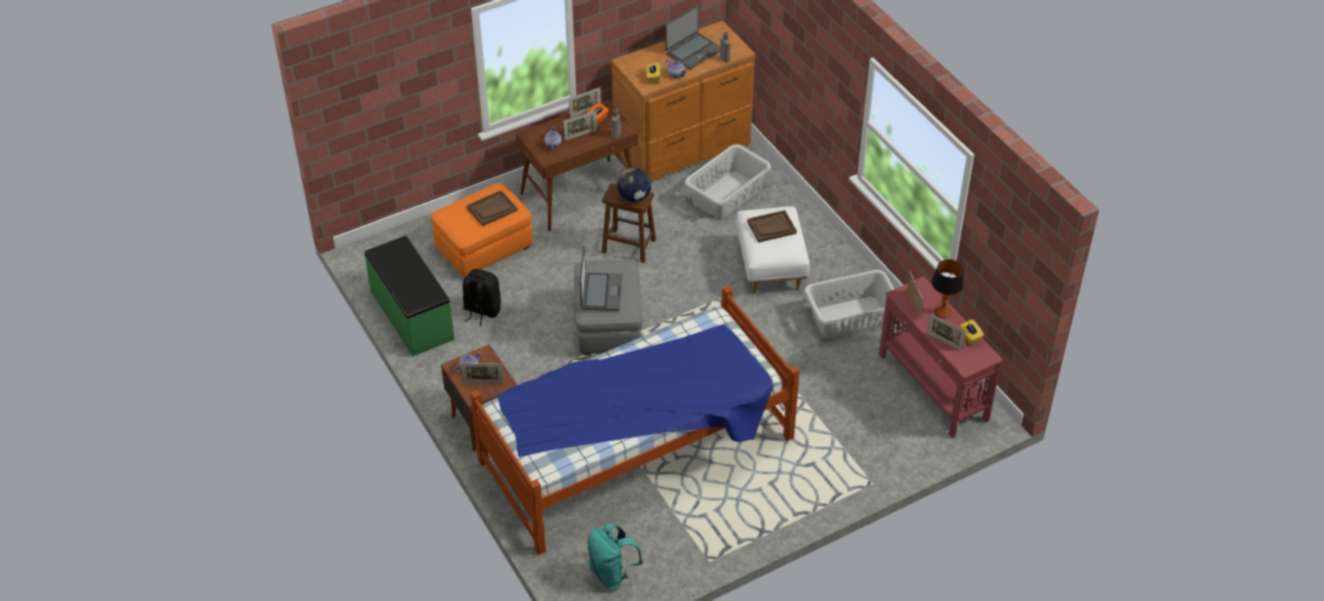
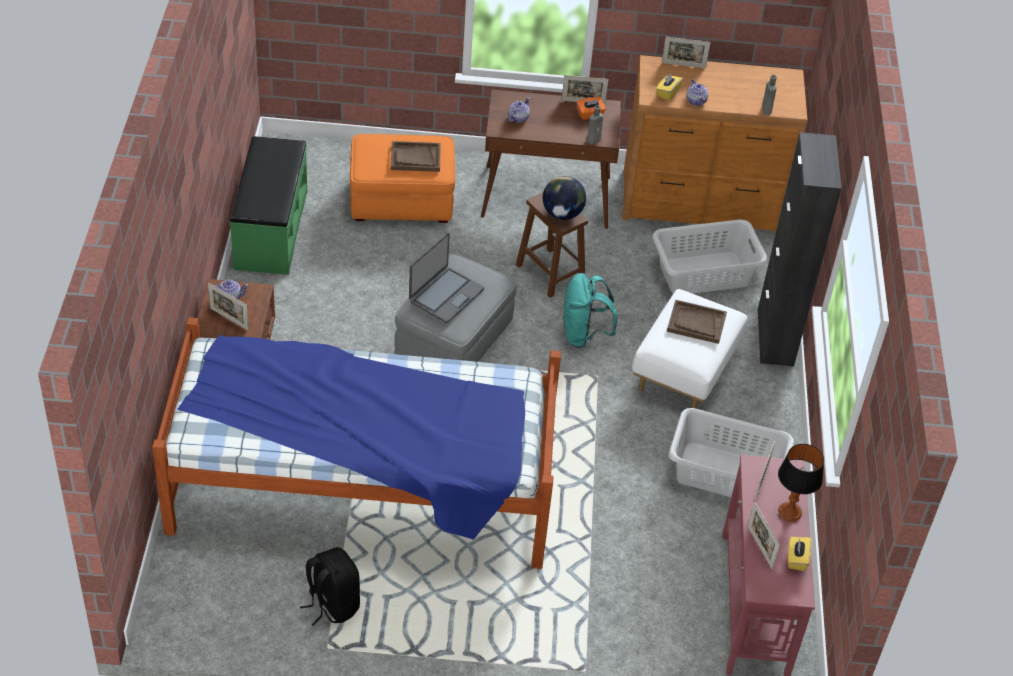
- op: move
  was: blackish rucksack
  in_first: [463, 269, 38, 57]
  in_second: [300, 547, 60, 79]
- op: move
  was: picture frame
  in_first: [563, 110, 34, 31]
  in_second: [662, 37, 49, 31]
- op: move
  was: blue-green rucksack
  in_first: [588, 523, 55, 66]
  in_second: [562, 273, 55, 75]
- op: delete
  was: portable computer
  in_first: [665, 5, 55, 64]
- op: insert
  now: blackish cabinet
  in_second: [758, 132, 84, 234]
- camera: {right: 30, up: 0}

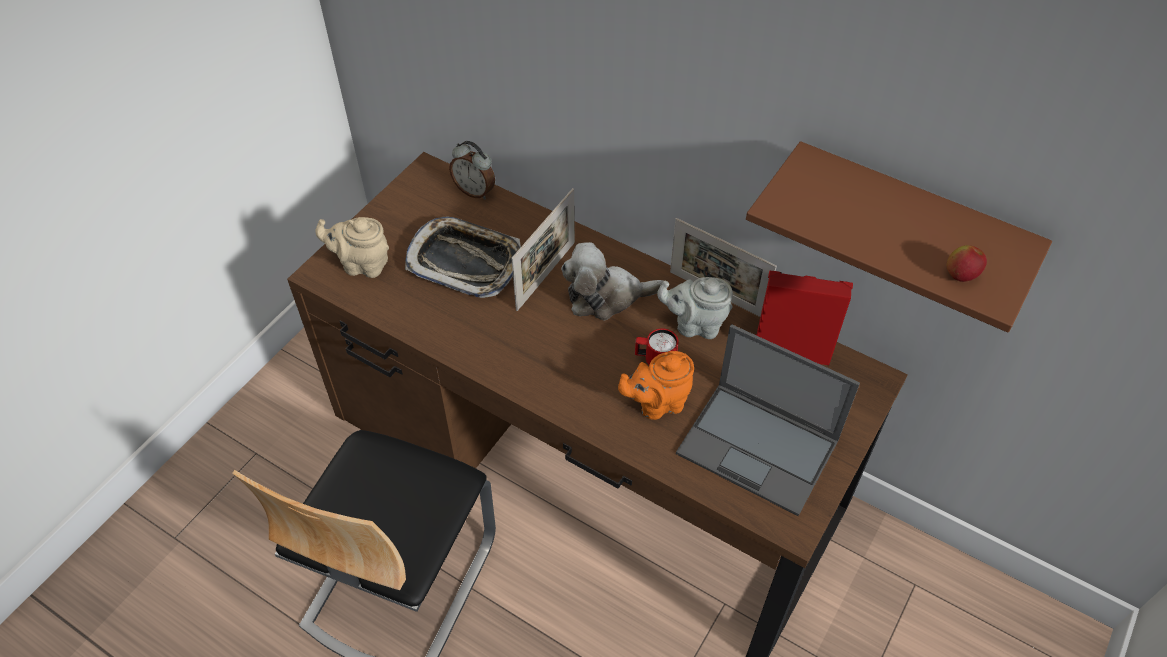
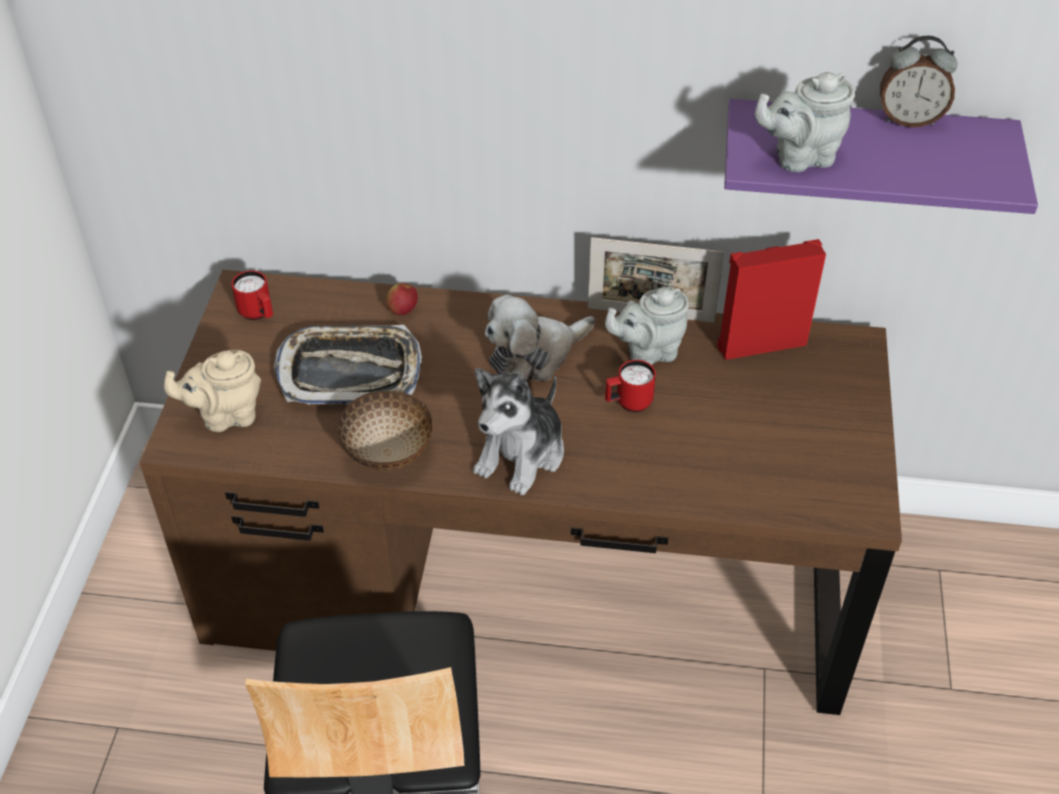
- op: move
  was: table clock
  in_first: [449, 141, 46, 58]
  in_second: [880, 36, 77, 91]
- op: delete
  was: picture frame
  in_first: [511, 188, 64, 123]
- op: delete
  was: orangey tea pot
  in_first: [618, 351, 76, 69]
- op: delete
  was: portable computer
  in_first: [676, 324, 184, 192]
- op: recolor
  was: brown-coloured shelf
  now: purplish shelf
  in_first: [746, 141, 306, 192]
  in_second: [724, 99, 314, 115]
- op: move
  was: whole apple
  in_first: [946, 245, 41, 37]
  in_second: [386, 283, 32, 32]
- op: insert
  now: red-coloured coffee mug
  in_second: [231, 270, 42, 50]
- op: insert
  now: serving bowl
  in_second: [338, 390, 94, 80]
- op: insert
  now: cuddly toy
  in_second: [473, 368, 91, 127]
- op: insert
  now: greyish tea pot
  in_second: [755, 72, 100, 100]
- camera: {right: -25, up: -5}

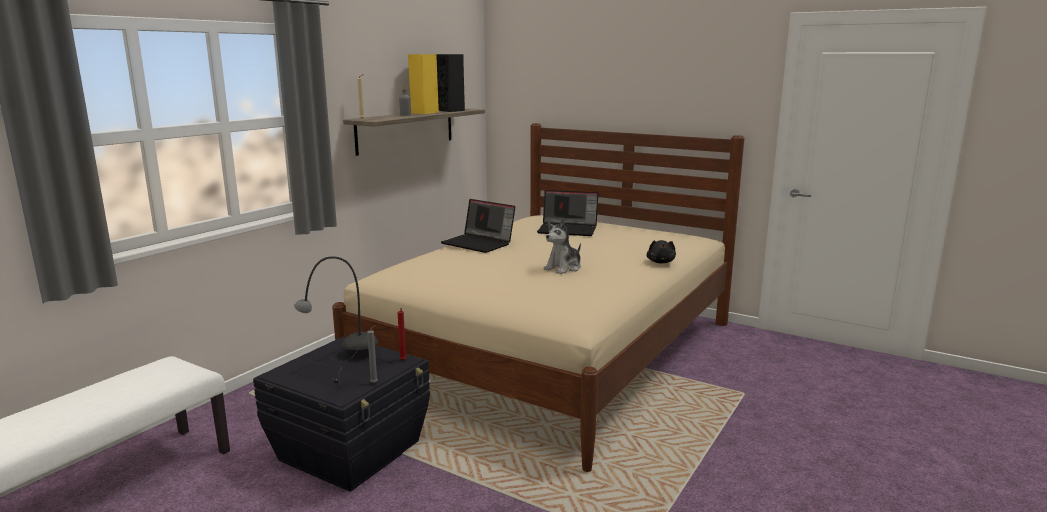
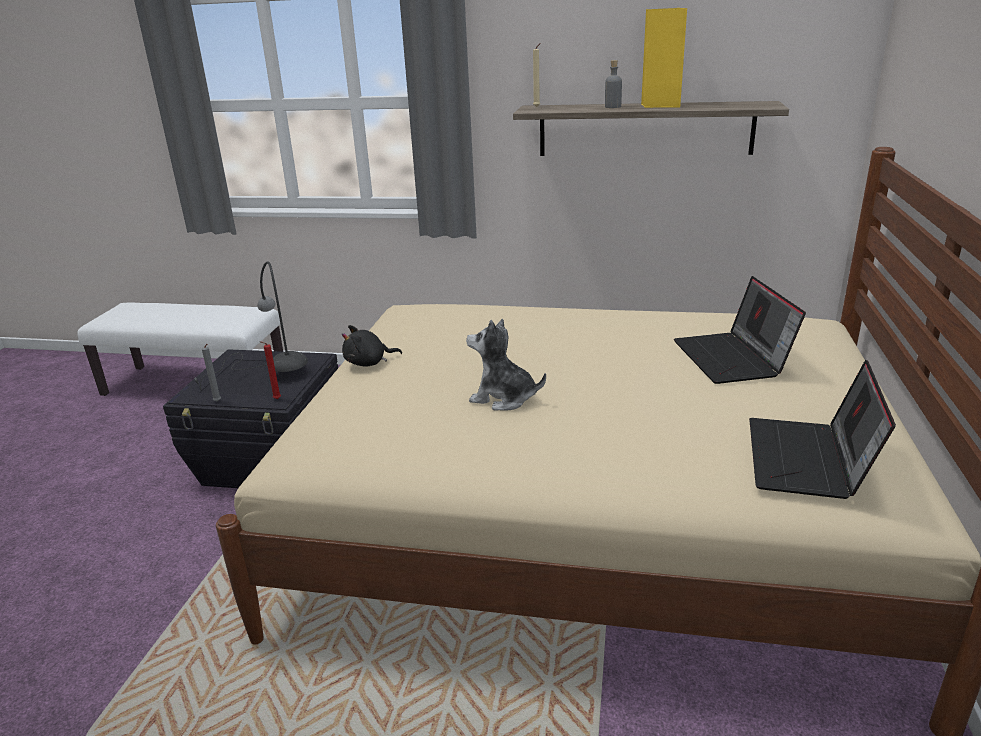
- op: delete
  was: blackish audio speaker
  in_first: [436, 54, 29, 58]
- op: move
  was: portable computer
  in_first: [441, 199, 74, 54]
  in_second: [749, 360, 147, 139]
- op: move
  was: blackish cuddly toy
  in_first: [646, 240, 30, 24]
  in_second: [341, 325, 61, 41]
- camera: {right: 70, up: 10}

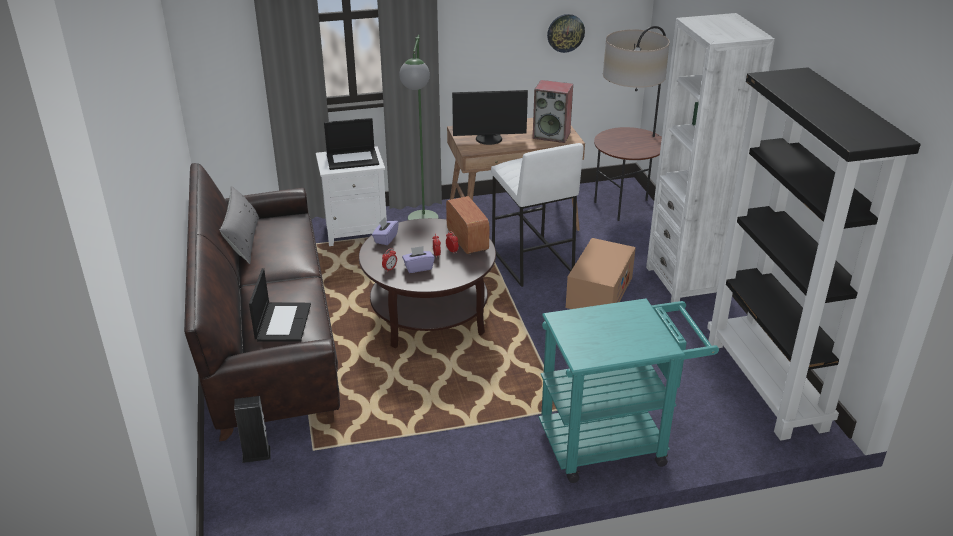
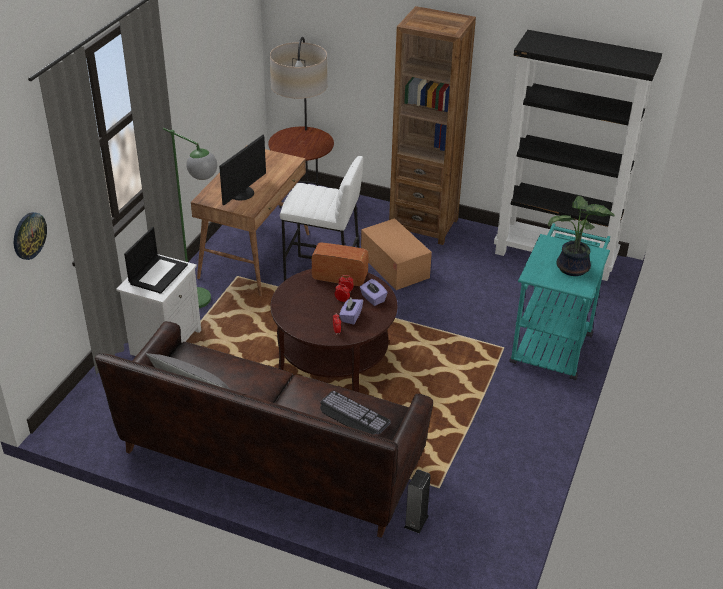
- op: replace
  was: portable computer
  now: PC keyboard
  in_first: [249, 268, 62, 74]
  in_second: [320, 391, 71, 44]
- op: move
  was: purplish box of tissues
  in_first: [372, 217, 27, 28]
  in_second: [359, 279, 28, 27]
- op: delete
  was: audio speaker
  in_first: [533, 80, 40, 63]
- op: move
  was: hanging clock
  in_first: [547, 14, 38, 39]
  in_second: [14, 212, 33, 48]
- op: recolor
  was: whitish bookshelf
  now: brown-coloured bookshelf
  in_first: [646, 13, 129, 289]
  in_second: [389, 6, 87, 239]
- op: insert
  now: houseplant
  in_second: [548, 196, 67, 80]
- camera: {right: -55, up: 5}

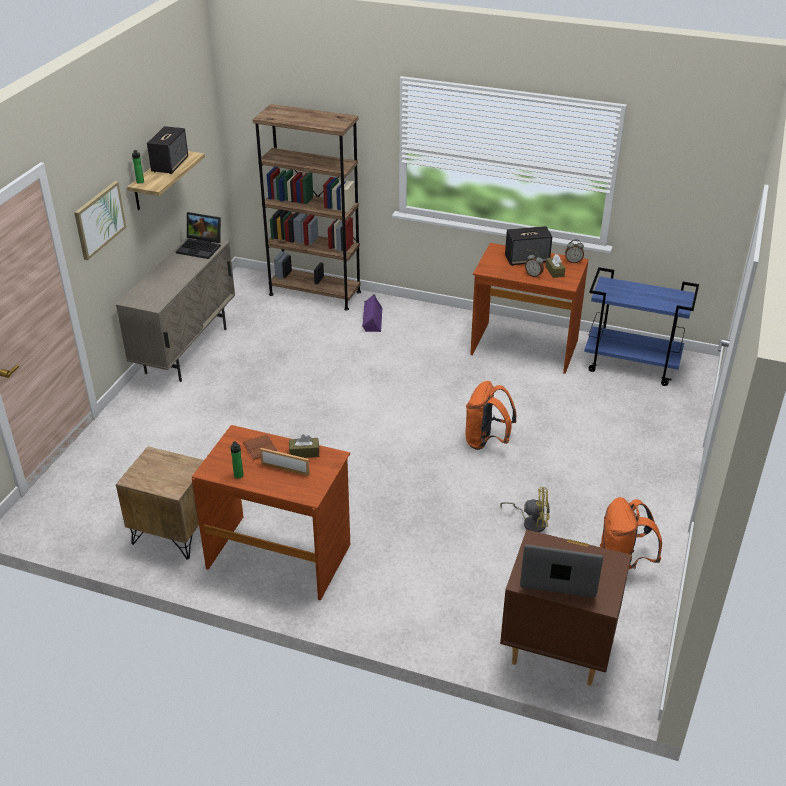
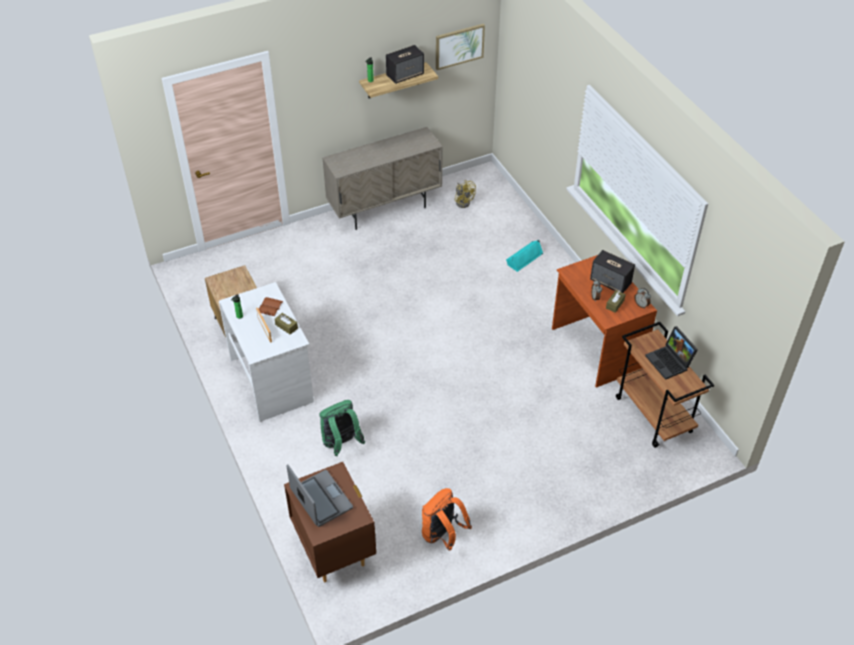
- op: move
  was: picture
  in_first: [74, 181, 52, 79]
  in_second: [436, 24, 49, 46]
- op: move
  was: portable computer
  in_first: [176, 212, 45, 47]
  in_second: [645, 326, 53, 54]
- op: recolor
  was: brown-coloured desk table
  now: whitish desk table
  in_first: [192, 425, 158, 175]
  in_second: [219, 282, 95, 140]
- op: delete
  was: brown-coloured bookshelf
  in_first: [253, 104, 108, 207]
- op: recolor
  was: purplish audio speaker
  now: blue-green audio speaker
  in_first: [362, 294, 21, 38]
  in_second: [506, 240, 37, 32]
- op: delete
  was: orangey rucksack
  in_first: [466, 381, 50, 69]
- op: move
  was: yellow-coloured electric fan
  in_first: [500, 487, 50, 46]
  in_second: [455, 180, 21, 28]
- op: recolor
  was: bluish wheeled cart
  now: brown-coloured wheeled cart
  in_first: [584, 267, 115, 119]
  in_second: [616, 322, 98, 126]
- op: insert
  now: greenish rucksack
  in_second: [319, 400, 46, 56]
- camera: {right: 45, up: 10}

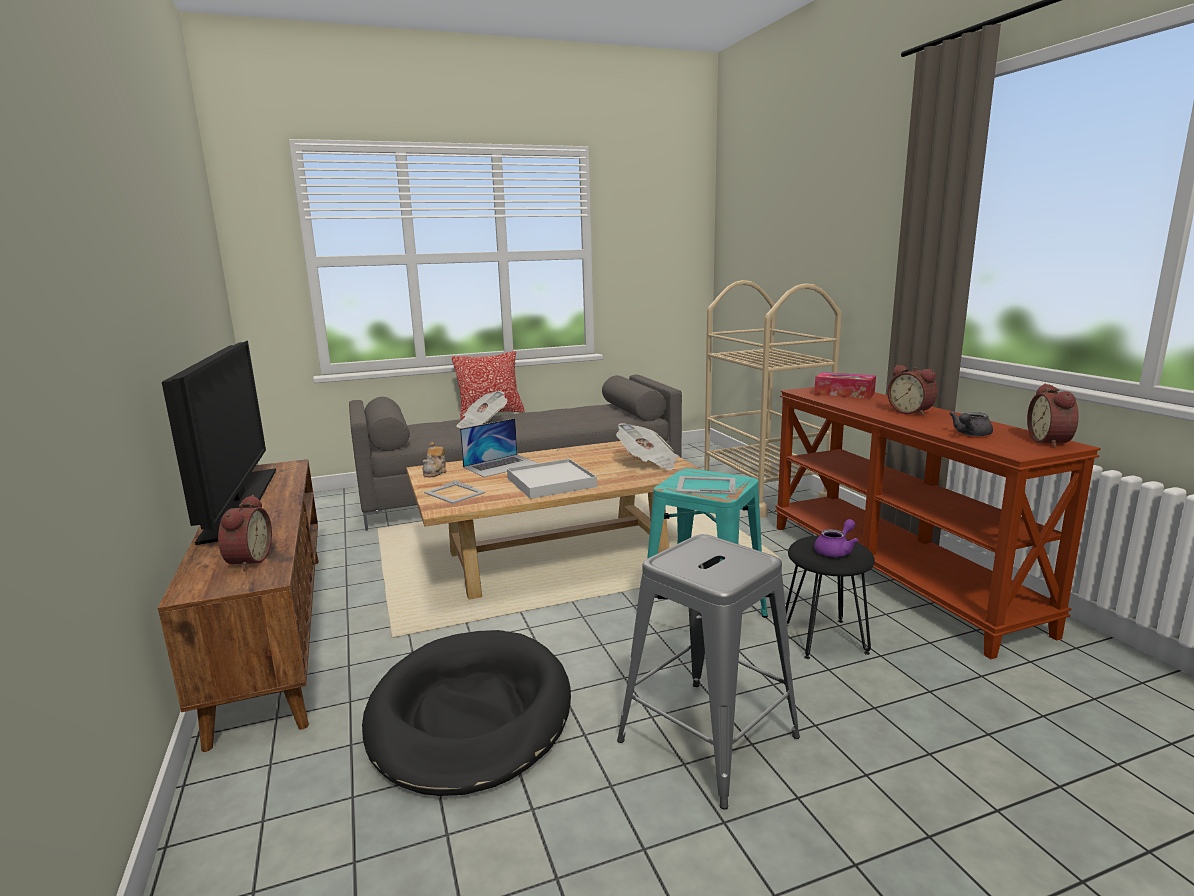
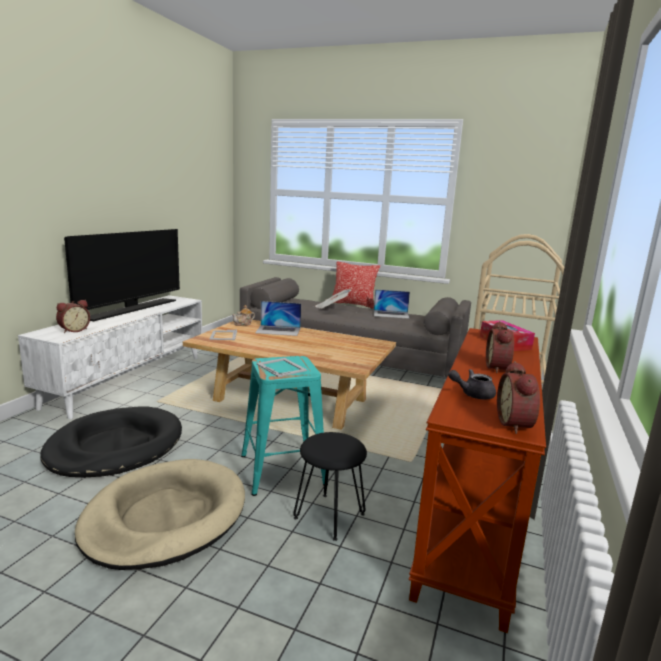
- op: recolor
  was: brown-coloured media console
  now: whitish media console
  in_first: [158, 459, 161, 293]
  in_second: [18, 295, 184, 124]
- op: delete
  was: whitish carrying tray
  in_first: [507, 459, 90, 40]
- op: delete
  was: daily paper
  in_first: [616, 423, 62, 47]
- op: replace
  was: greyish stool
  now: beige dog bed
  in_first: [617, 534, 183, 276]
  in_second: [75, 459, 170, 111]
- op: delete
  was: purplish tea pot
  in_first: [814, 519, 45, 38]
- op: rotate
  was: table clock
  in_first: [1027, 384, 52, 64]
  in_second: [497, 361, 43, 73]
  clockwise: -45
- op: insert
  now: portable computer
  in_second: [374, 289, 36, 30]
- camera: {right: 40, up: 0}

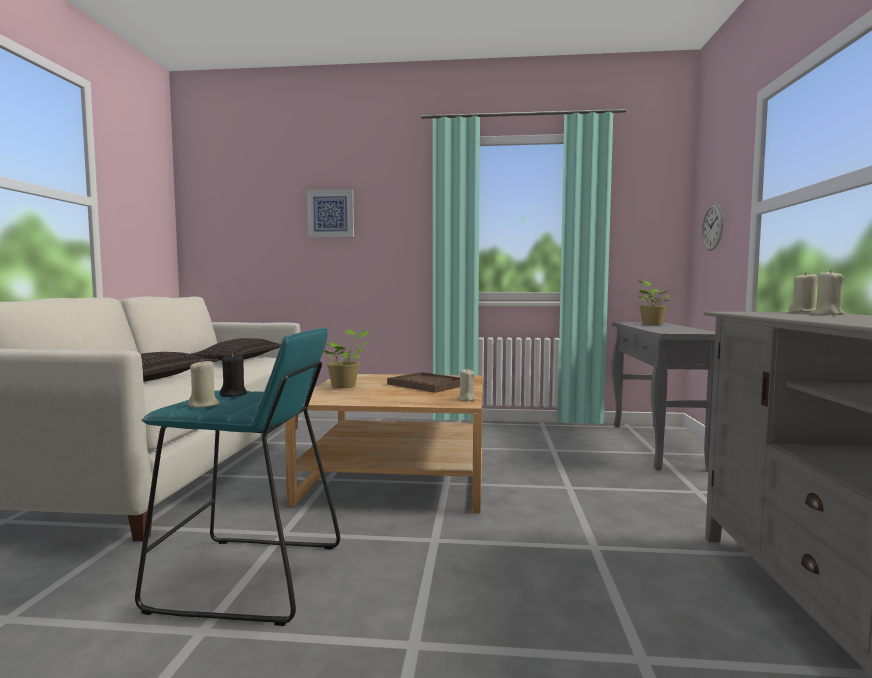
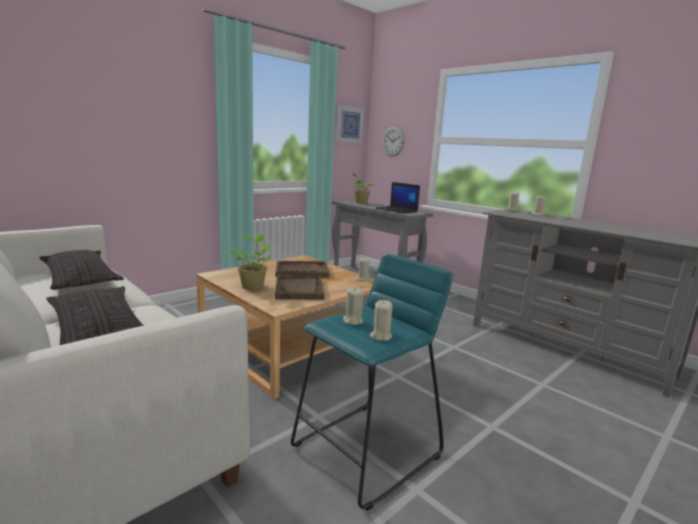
- op: recolor
  was: blackish wax candle
  now: beige wax candle
  in_first: [220, 353, 27, 44]
  in_second: [343, 287, 20, 38]
- op: move
  was: picture
  in_first: [307, 189, 47, 49]
  in_second: [336, 105, 28, 38]
- op: insert
  now: brown-coloured carrying tray
  in_second: [275, 275, 50, 25]
- op: insert
  now: portable computer
  in_second: [375, 182, 45, 32]
- camera: {right: -50, up: 10}

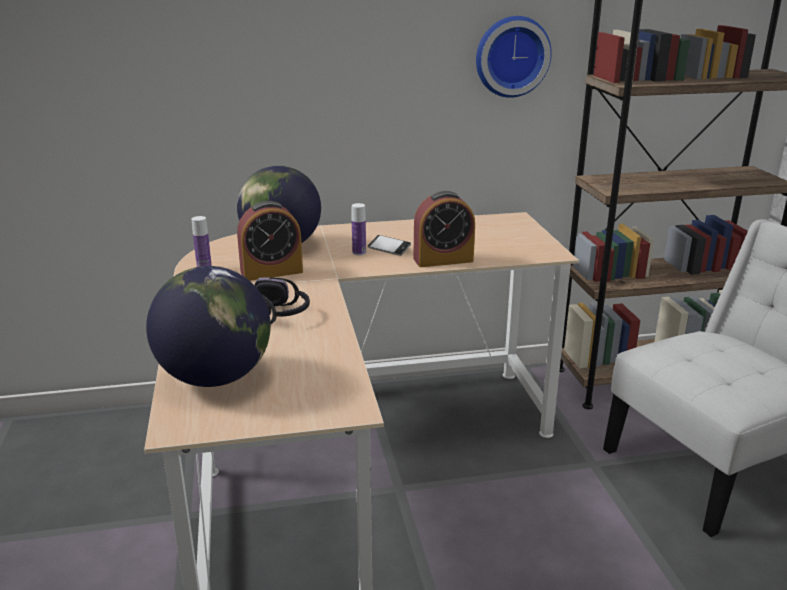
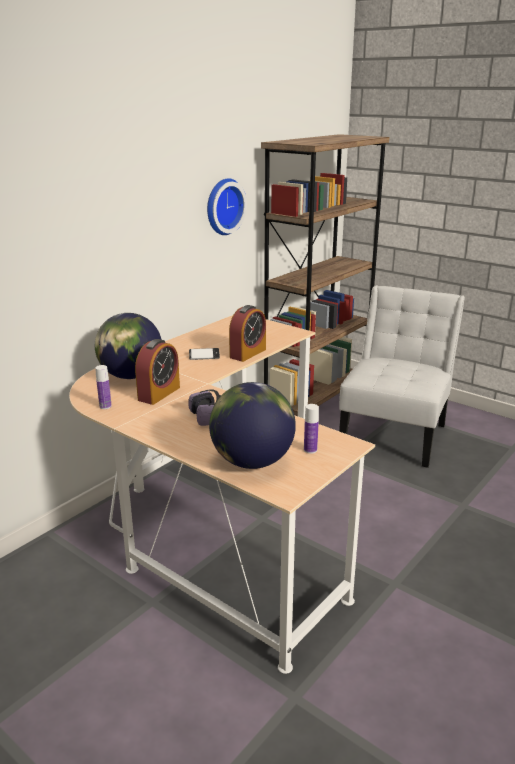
- op: move
  was: drink bottle
  in_first: [352, 203, 14, 52]
  in_second: [304, 404, 15, 50]
- camera: {right: -40, up: 0}

